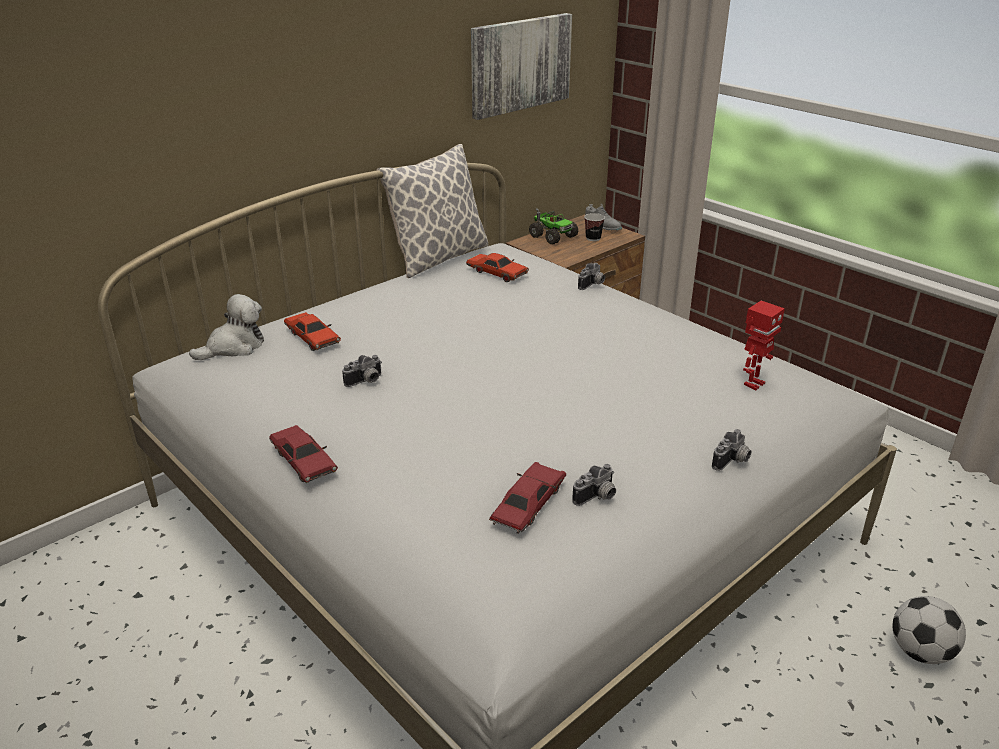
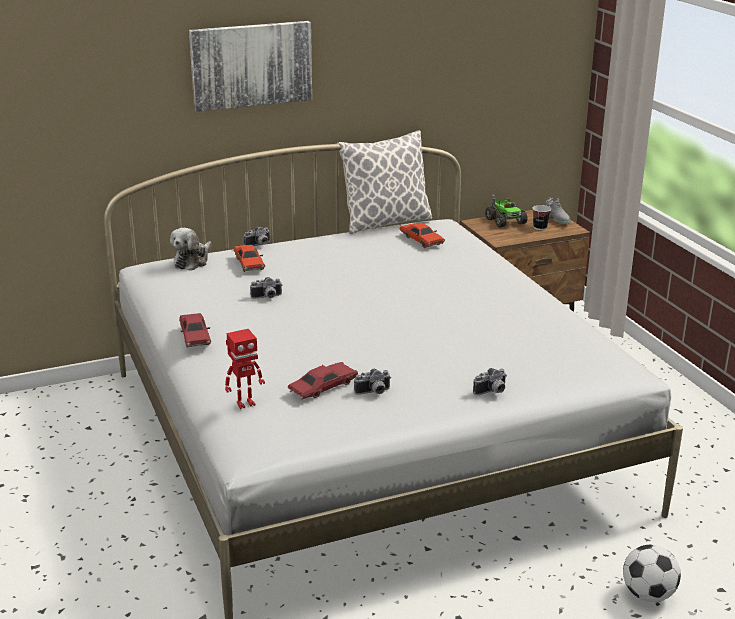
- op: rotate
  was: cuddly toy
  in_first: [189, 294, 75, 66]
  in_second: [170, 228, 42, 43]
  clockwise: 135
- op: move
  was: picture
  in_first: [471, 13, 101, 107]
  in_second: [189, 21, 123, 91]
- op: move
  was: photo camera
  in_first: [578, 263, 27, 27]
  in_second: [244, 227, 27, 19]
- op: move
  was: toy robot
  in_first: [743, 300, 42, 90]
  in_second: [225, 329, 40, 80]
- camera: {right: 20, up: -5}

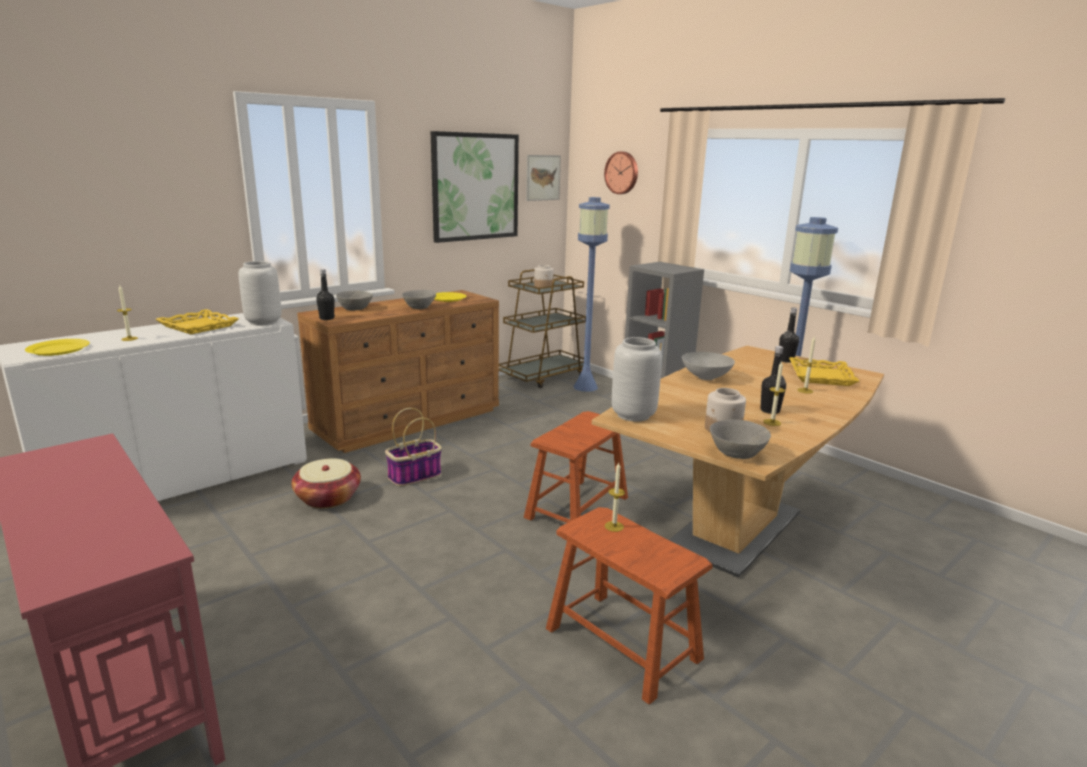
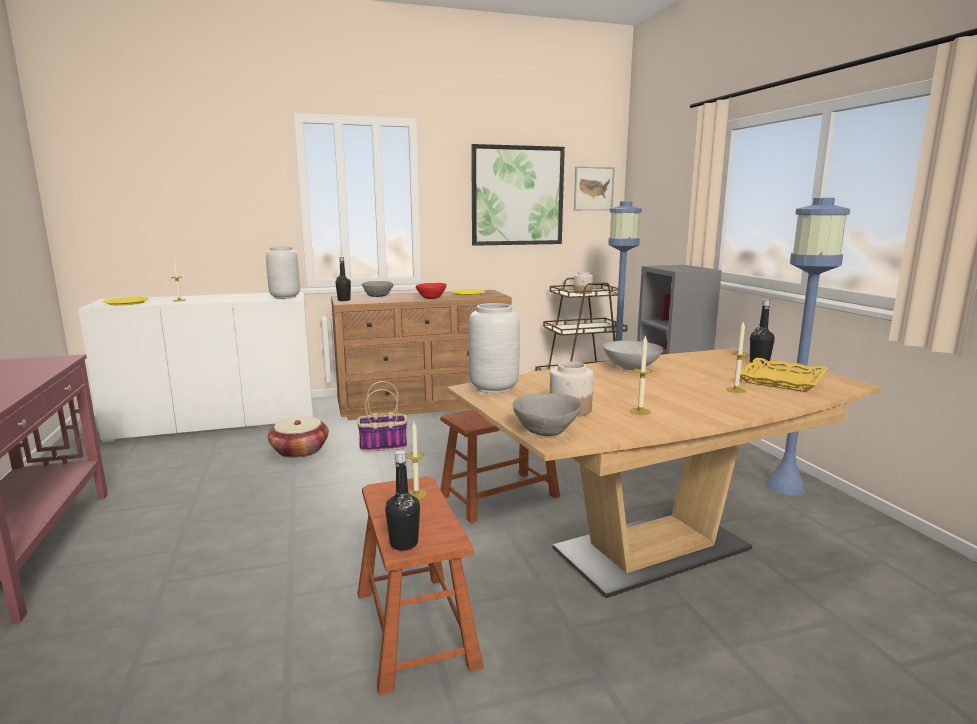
- op: delete
  was: yellow-coloured carrying tray
  in_first: [155, 309, 84, 25]
- op: recolor
  was: greyish serving bowl
  now: red-coloured serving bowl
  in_first: [402, 290, 34, 19]
  in_second: [416, 283, 31, 16]
- op: delete
  was: hanging clock
  in_first: [604, 152, 34, 42]
- op: move
  was: blackish drink bottle
  in_first: [760, 346, 26, 68]
  in_second: [385, 450, 35, 101]
- camera: {right: 25, up: -5}

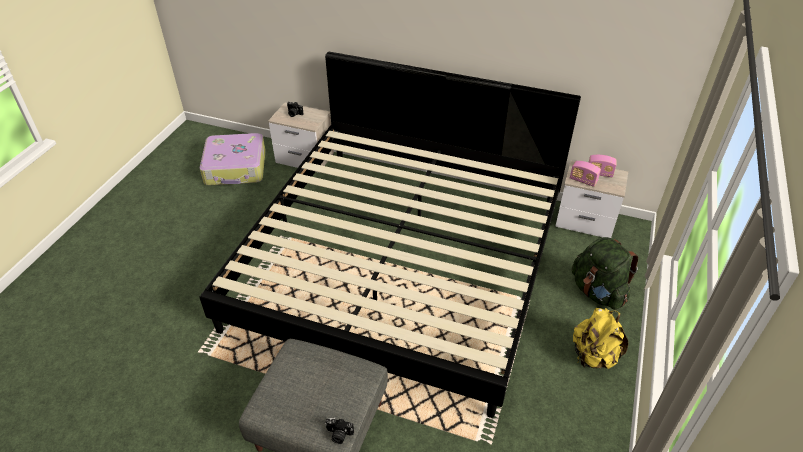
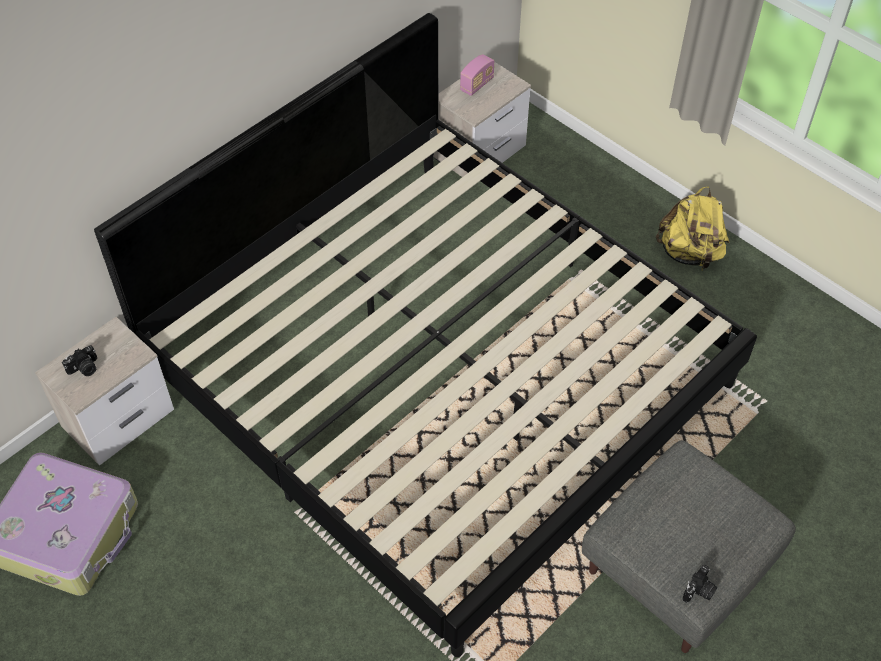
- op: move
  was: photo camera
  in_first: [325, 418, 29, 26]
  in_second: [683, 565, 34, 38]
- op: delete
  was: radio set
  in_first: [570, 161, 31, 26]
- op: delete
  was: greenish rucksack
  in_first: [572, 237, 66, 73]
- camera: {right: -65, up: 10}

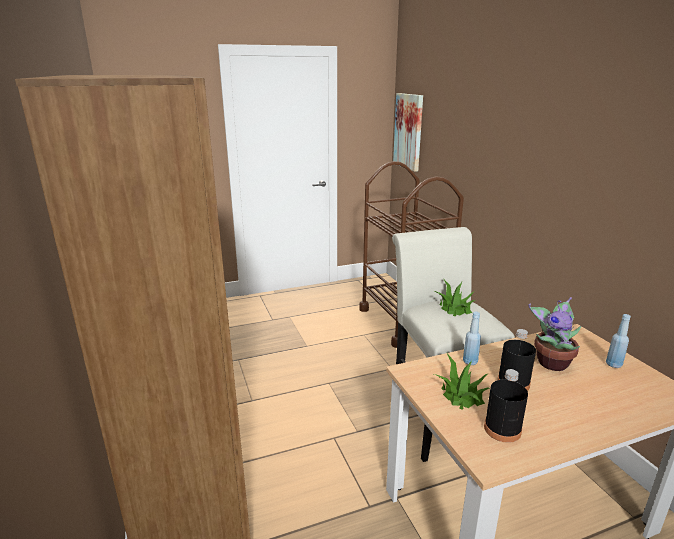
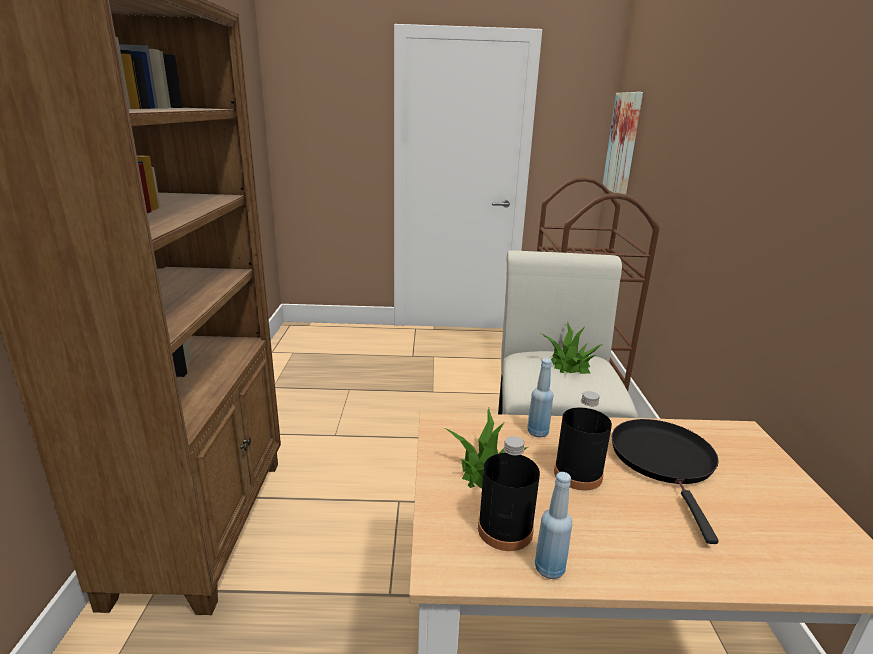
- op: replace
  was: houseplant
  now: blackish skillet
  in_first: [528, 297, 53, 74]
  in_second: [612, 419, 107, 125]
- op: move
  was: bluish drink bottle
  in_first: [606, 314, 25, 54]
  in_second: [535, 472, 37, 107]
- camera: {right: 20, up: 0}

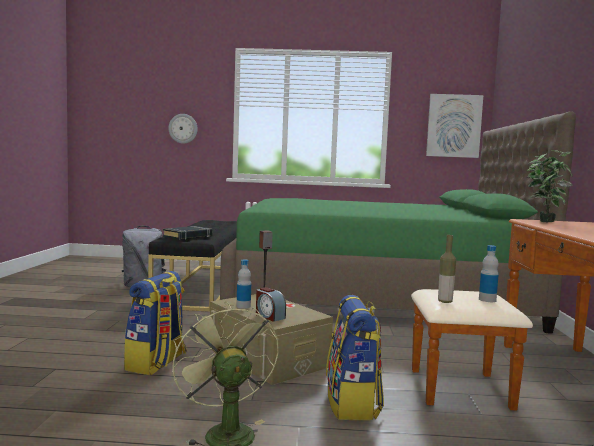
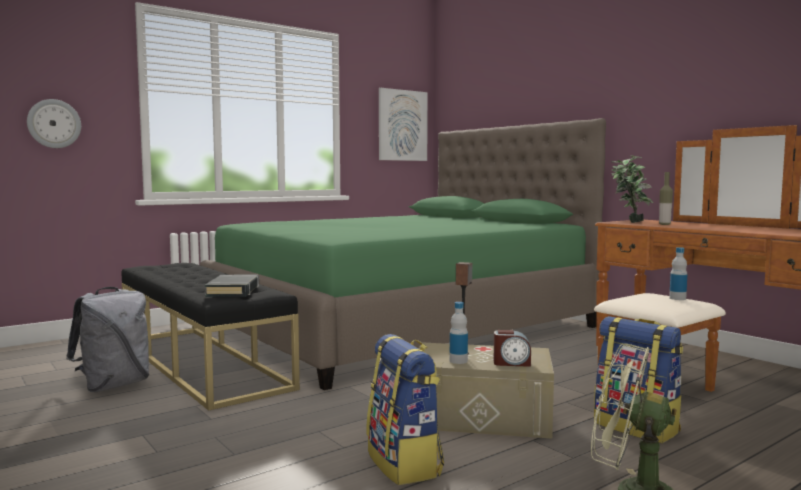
- op: move
  was: drink bottle
  in_first: [438, 235, 18, 68]
  in_second: [659, 172, 14, 53]
- camera: {right: -40, up: 0}

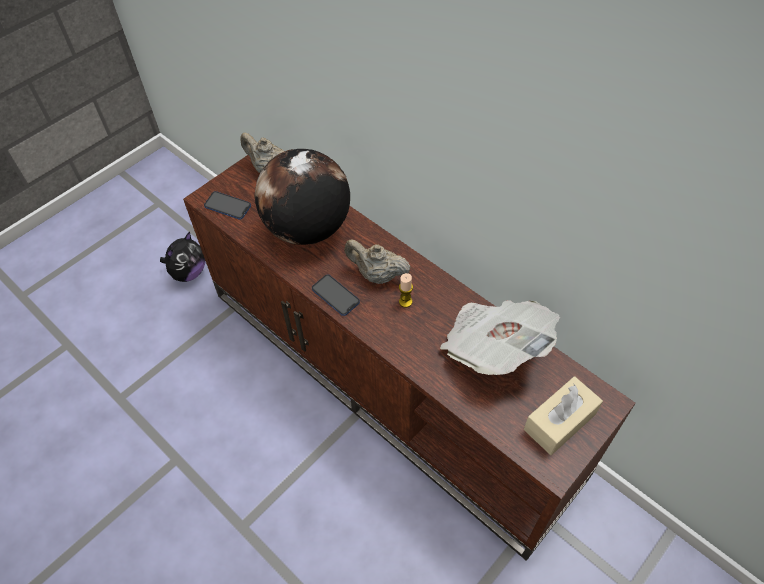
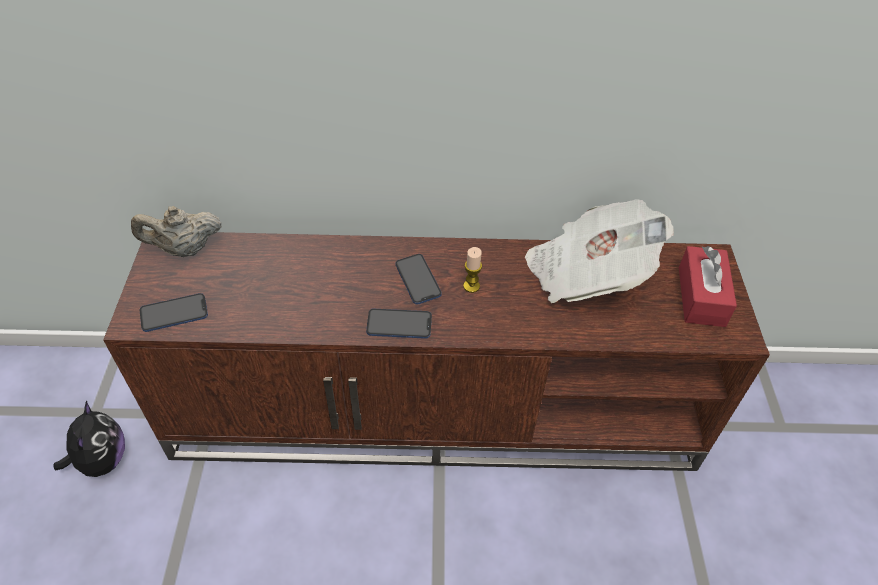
- op: delete
  was: desk globe
  in_first: [254, 149, 96, 96]
- op: replace
  was: beige tea pot
  now: phone
  in_first: [344, 239, 66, 45]
  in_second: [395, 254, 47, 50]
- op: recolor
  was: beige box of tissues
  now: red-coloured box of tissues
  in_first: [524, 376, 79, 79]
  in_second: [679, 246, 58, 81]
- camera: {right: -45, up: -5}

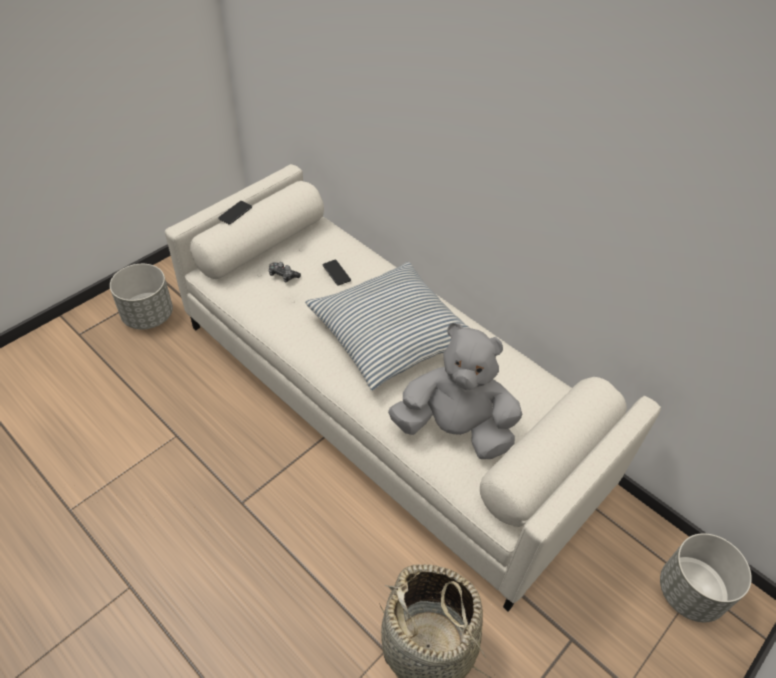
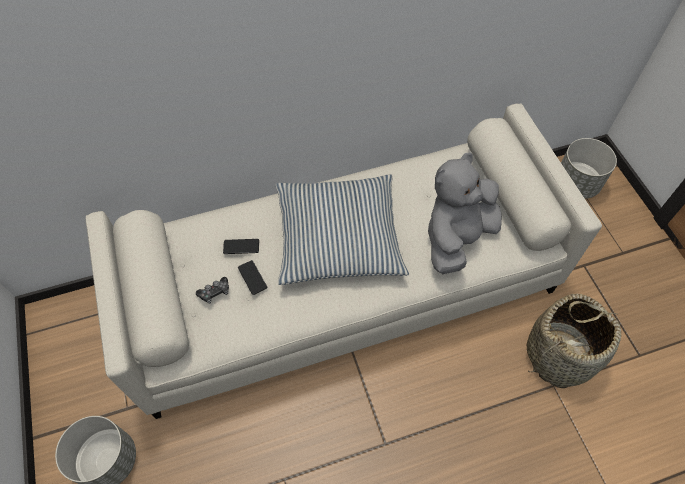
- op: move
  was: phone
  in_first: [218, 201, 34, 24]
  in_second: [238, 260, 29, 35]
- camera: {right: -60, up: 10}

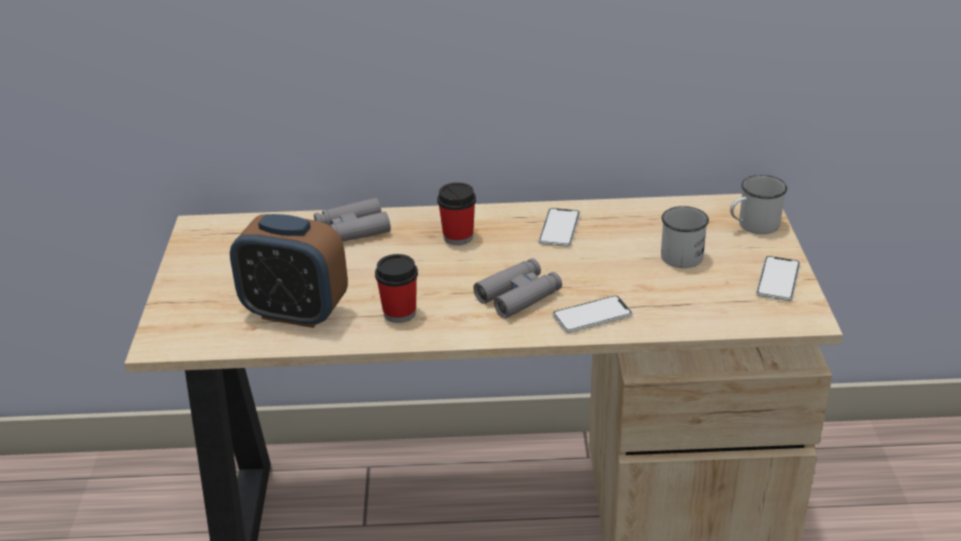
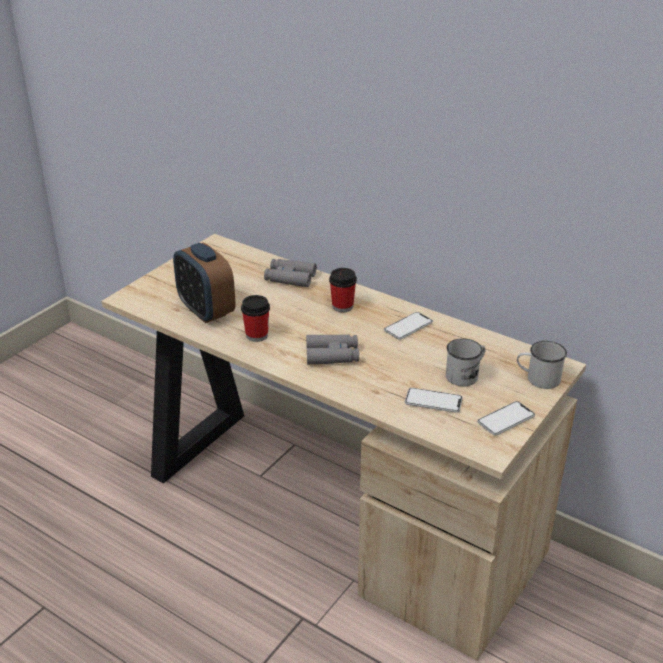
- op: move
  was: phone
  in_first: [553, 296, 79, 37]
  in_second: [405, 388, 58, 25]
- camera: {right: 35, up: 0}

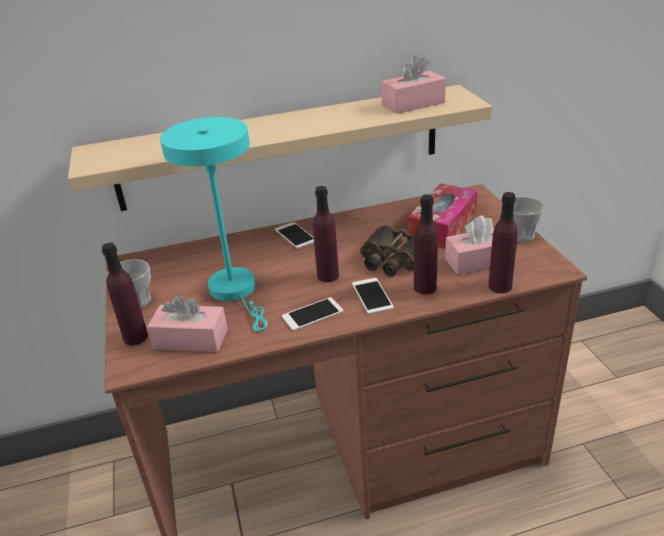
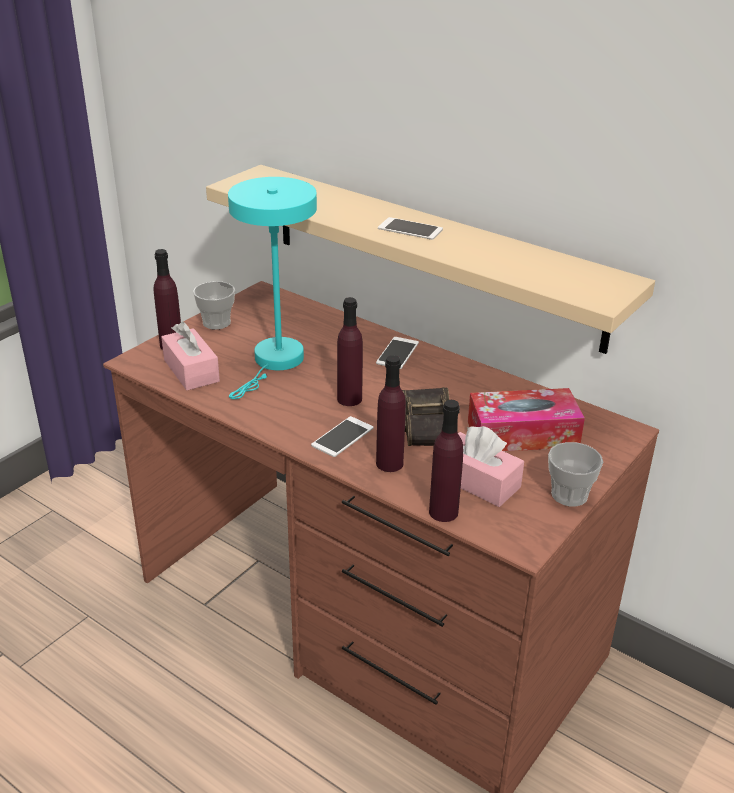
- op: move
  was: phone
  in_first: [282, 297, 61, 34]
  in_second: [378, 217, 65, 23]
- op: delete
  was: pinkish box of tissues
  in_first: [381, 55, 65, 59]
- camera: {right: 50, up: 0}

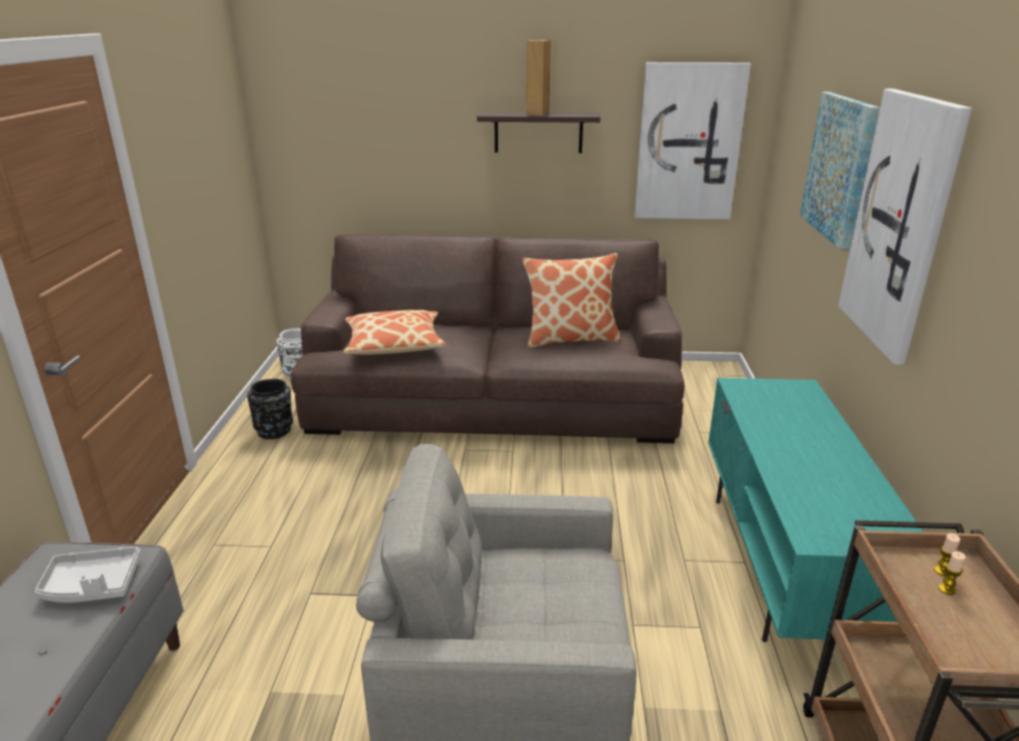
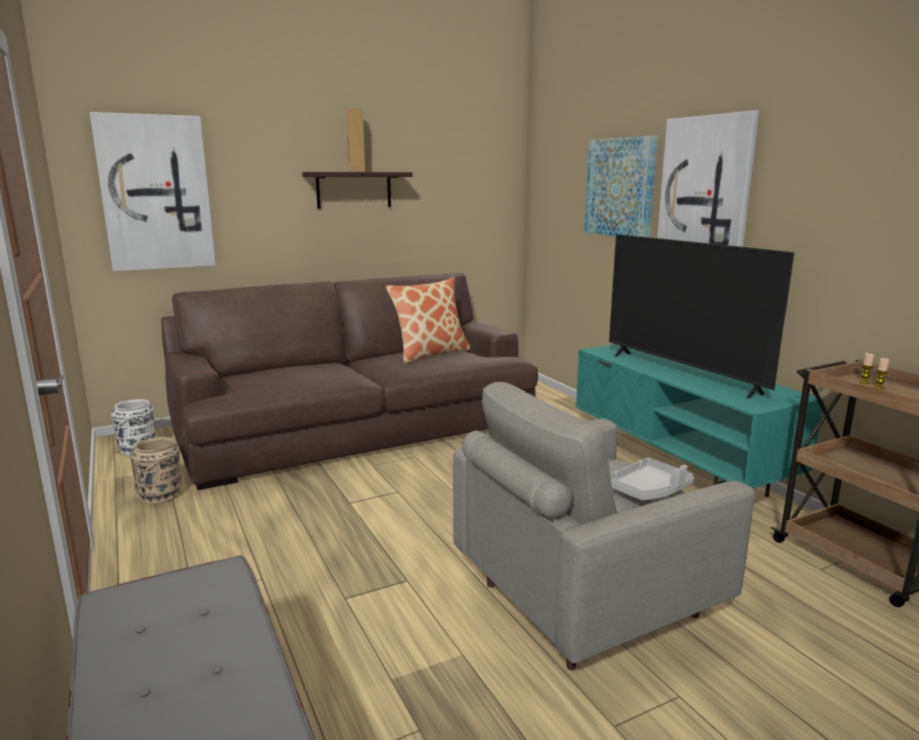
- op: move
  was: greyish carrying tray
  in_first: [35, 547, 106, 56]
  in_second: [610, 458, 84, 42]
- op: recolor
  was: blackish flower vase
  now: beige flower vase
  in_first: [247, 379, 46, 60]
  in_second: [130, 437, 52, 67]
- op: delete
  was: cushion
  in_first: [343, 310, 103, 45]
- op: move
  was: picture
  in_first: [634, 62, 117, 157]
  in_second: [90, 112, 126, 159]
- op: insert
  now: TV
  in_second: [609, 234, 185, 165]
- camera: {right: -30, up: -10}

